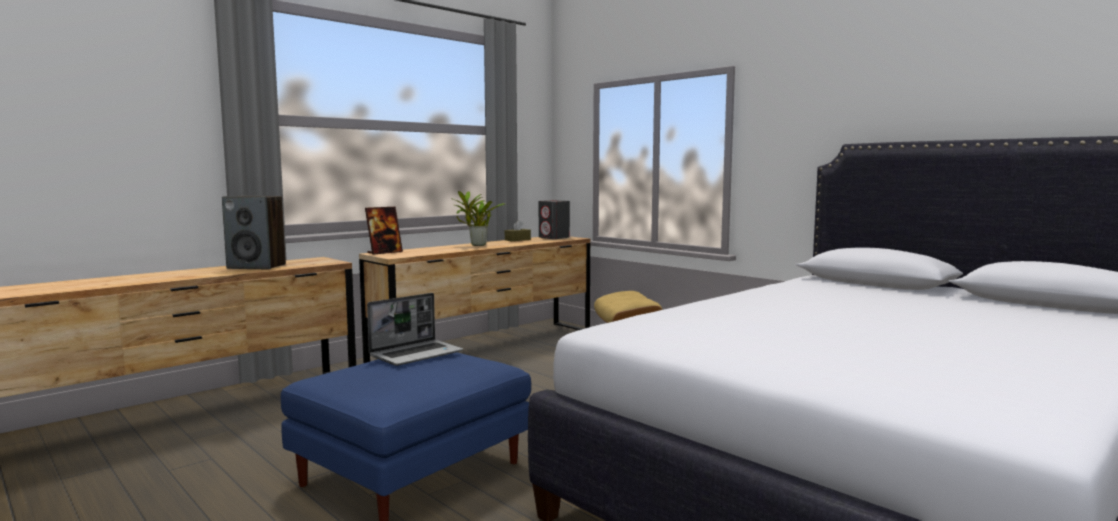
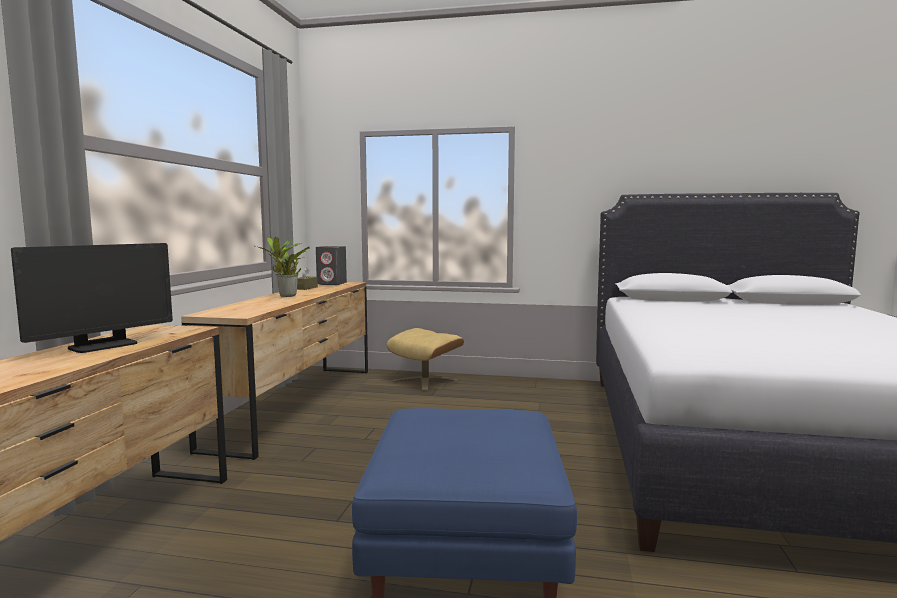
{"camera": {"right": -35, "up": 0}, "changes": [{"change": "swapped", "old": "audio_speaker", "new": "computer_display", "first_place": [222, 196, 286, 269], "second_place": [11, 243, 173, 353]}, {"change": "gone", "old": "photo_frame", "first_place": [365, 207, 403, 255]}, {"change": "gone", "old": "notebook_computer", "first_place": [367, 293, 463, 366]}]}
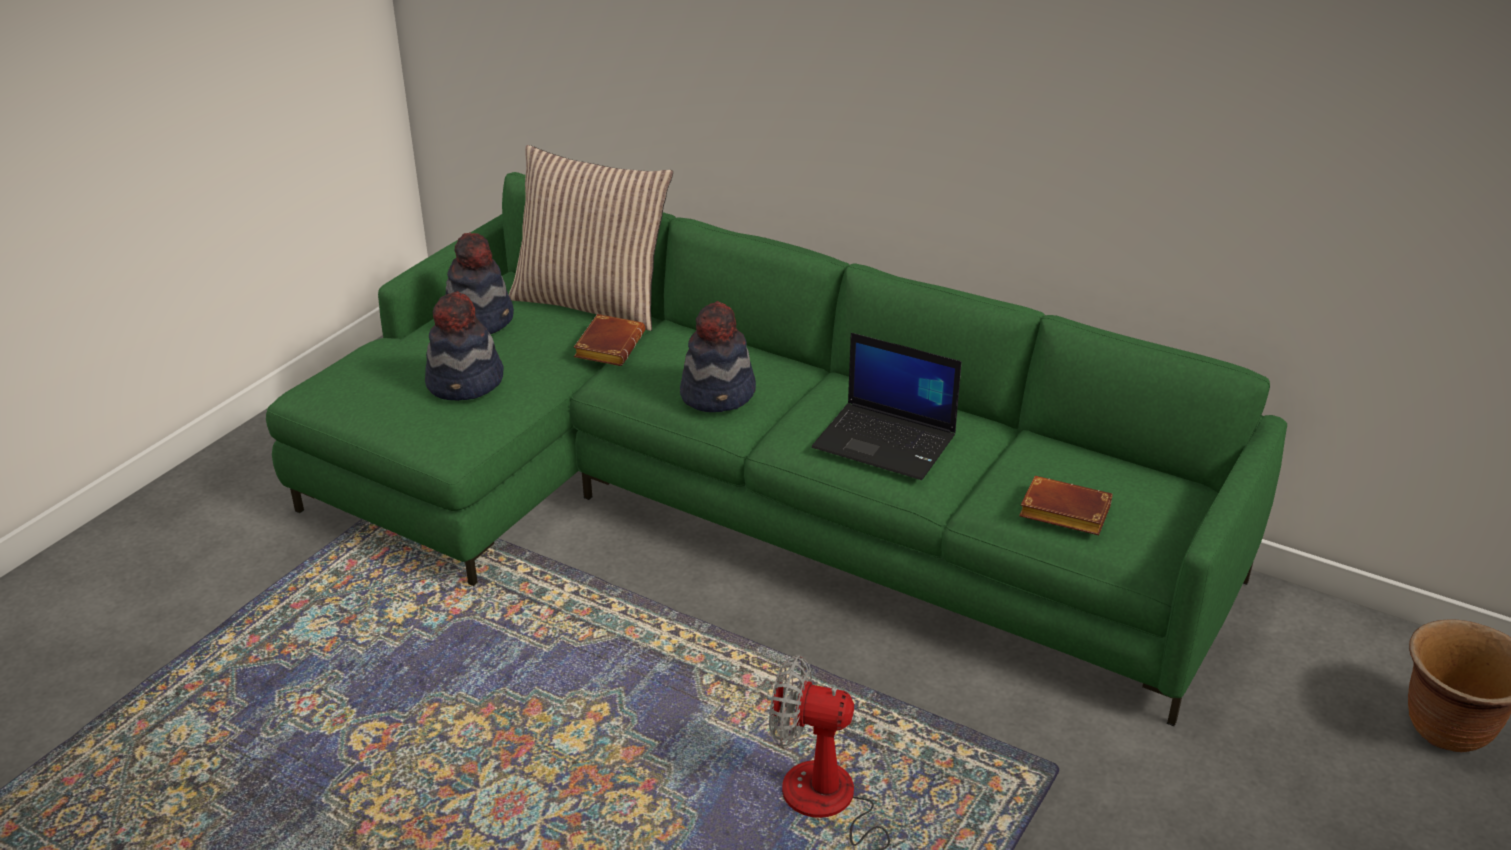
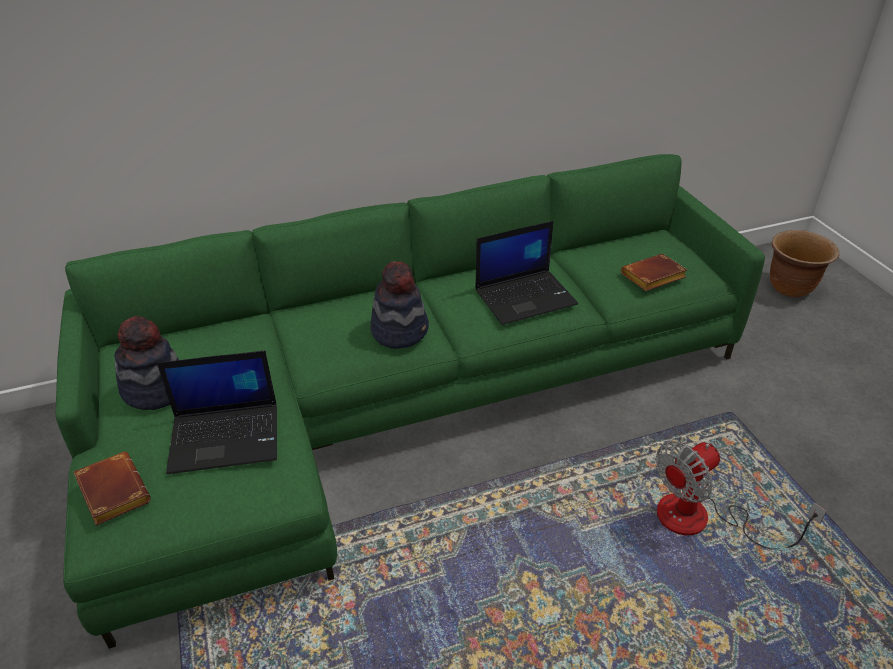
{"camera": {"right": -50, "up": 5}, "changes": [{"change": "swapped", "old": "hat", "new": "notebook_computer", "first_place": [425, 291, 503, 401], "second_place": [157, 351, 277, 474]}, {"change": "gone", "old": "pillow", "first_place": [509, 145, 673, 331]}, {"change": "shifted", "old": "brownish_bound_book", "first_place": [574, 314, 645, 366], "second_place": [74, 452, 151, 526]}]}
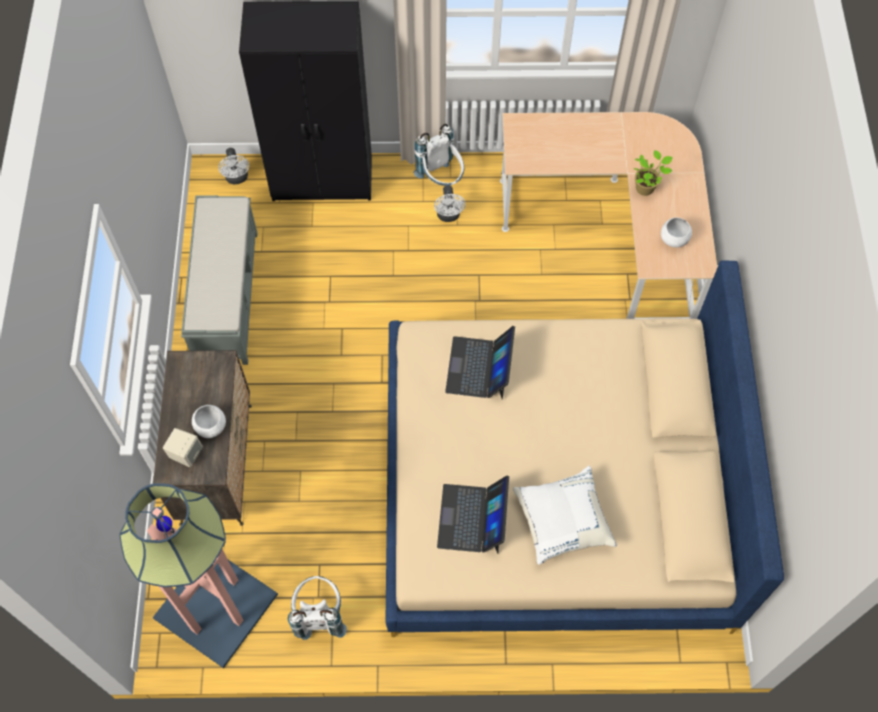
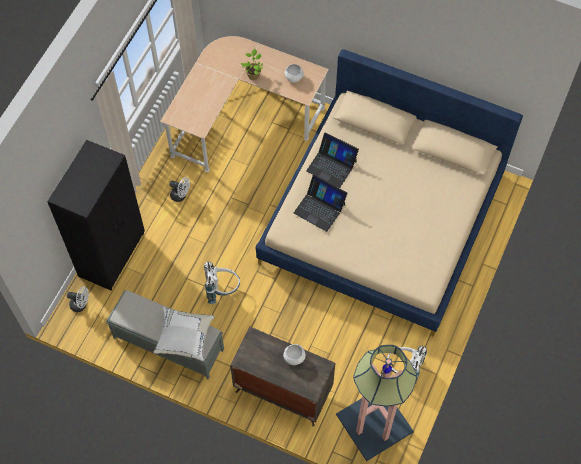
{"camera": {"right": -65, "up": 0}, "changes": [{"change": "gone", "old": "sand-coloured_audio_speaker", "first_place": [163, 428, 203, 467]}, {"change": "shifted", "old": "white-coloured_backpack", "first_place": [414, 124, 464, 186], "second_place": [204, 262, 240, 304]}, {"change": "shifted", "old": "notebook_computer", "first_place": [437, 475, 509, 554], "second_place": [306, 132, 359, 188]}, {"change": "shifted", "old": "white-coloured_pillow", "first_place": [513, 466, 617, 565], "second_place": [153, 307, 215, 361]}]}
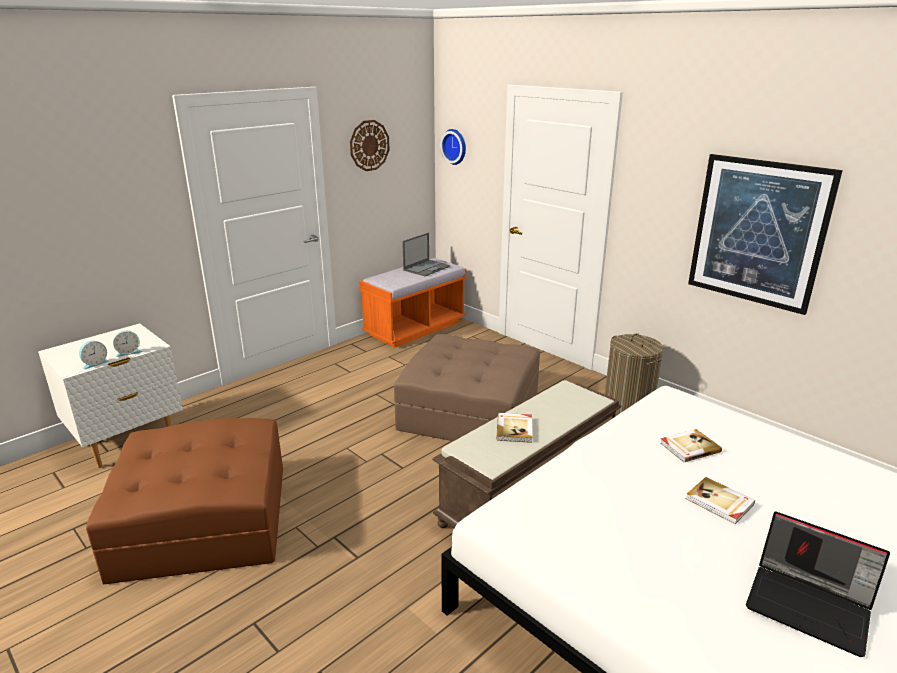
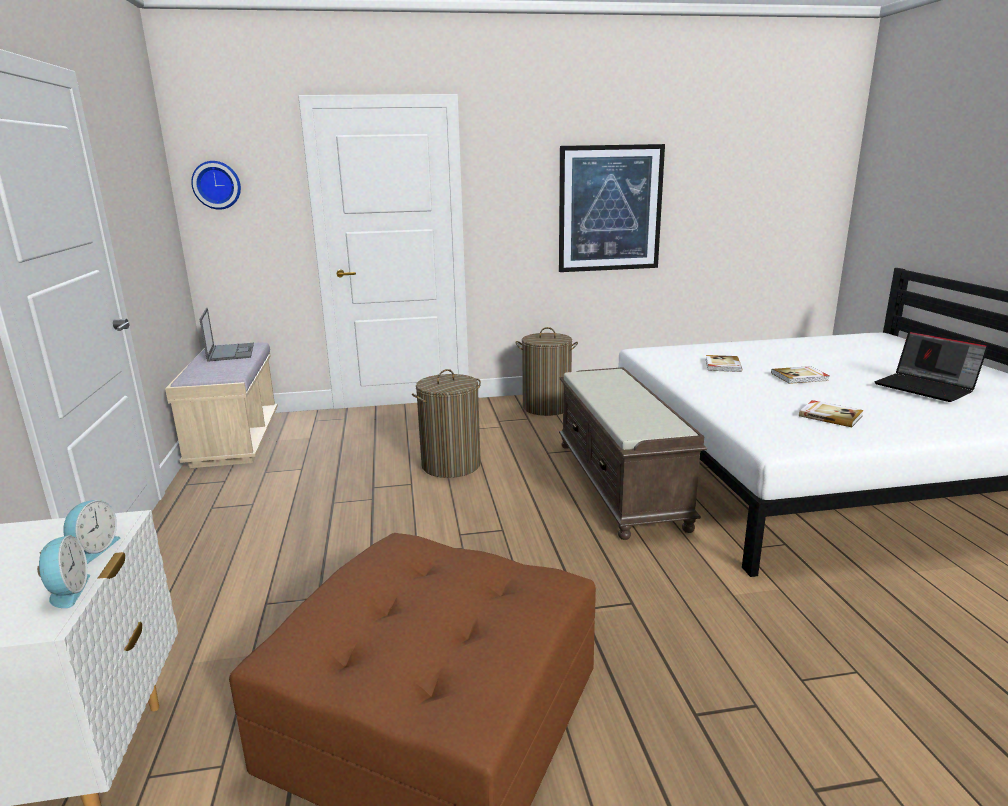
{"camera": {"right": -55, "up": -5}, "changes": [{"change": "gone", "old": "wall_clock", "first_place": [350, 120, 390, 171]}, {"change": "repainted", "old": "orangey_long_seat", "new": "sand-coloured_long_seat", "first_place": [359, 258, 466, 347], "second_place": [165, 343, 278, 468]}, {"change": "swapped", "old": "brownish_footrest", "new": "laundry_basket", "first_place": [394, 334, 540, 441], "second_place": [412, 369, 481, 478]}, {"change": "shifted", "old": "bound_book", "first_place": [496, 413, 532, 443], "second_place": [799, 400, 864, 427]}, {"change": "rotated", "old": "notebook_computer", "first_place": [746, 512, 890, 657], "second_place": [874, 331, 989, 402], "degrees": 75}]}
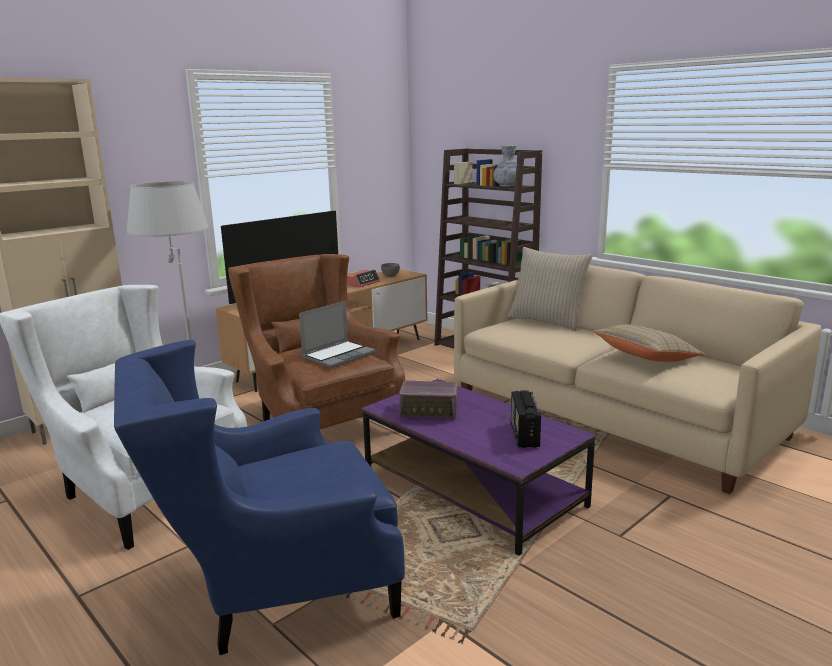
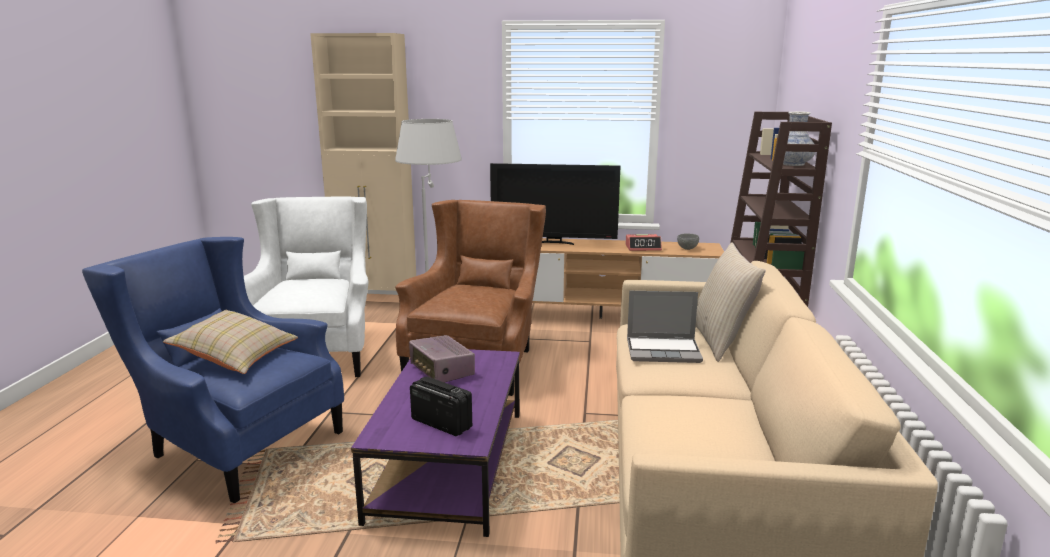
{"camera": {"right": 50, "up": 0}, "changes": [{"change": "shifted", "old": "notebook_computer", "first_place": [299, 301, 376, 368], "second_place": [627, 291, 703, 363]}, {"change": "rotated", "old": "radio_set", "first_place": [511, 390, 541, 448], "second_place": [410, 376, 472, 436], "degrees": 75}, {"change": "shifted", "old": "sand-coloured_pillow", "first_place": [593, 324, 705, 362], "second_place": [163, 310, 298, 374]}]}
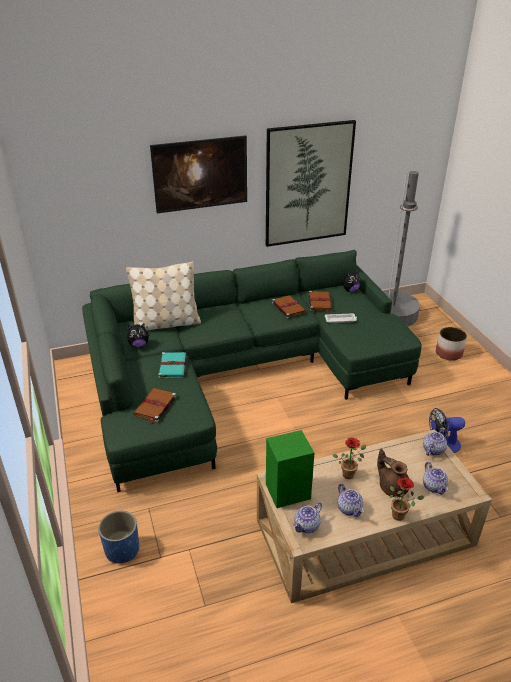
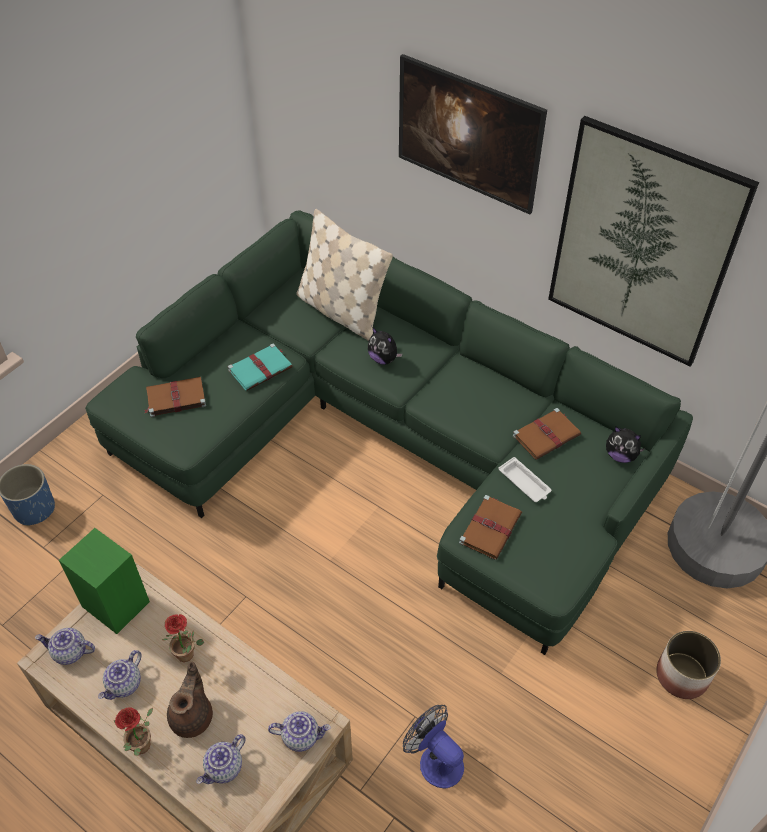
{"camera": {"right": 55, "up": 15}, "changes": [{"change": "shifted", "old": "soft_toy", "first_place": [127, 324, 150, 347], "second_place": [368, 327, 403, 365]}, {"change": "shifted", "old": "brownish_bound_book", "first_place": [272, 295, 307, 319], "second_place": [459, 495, 522, 560]}]}
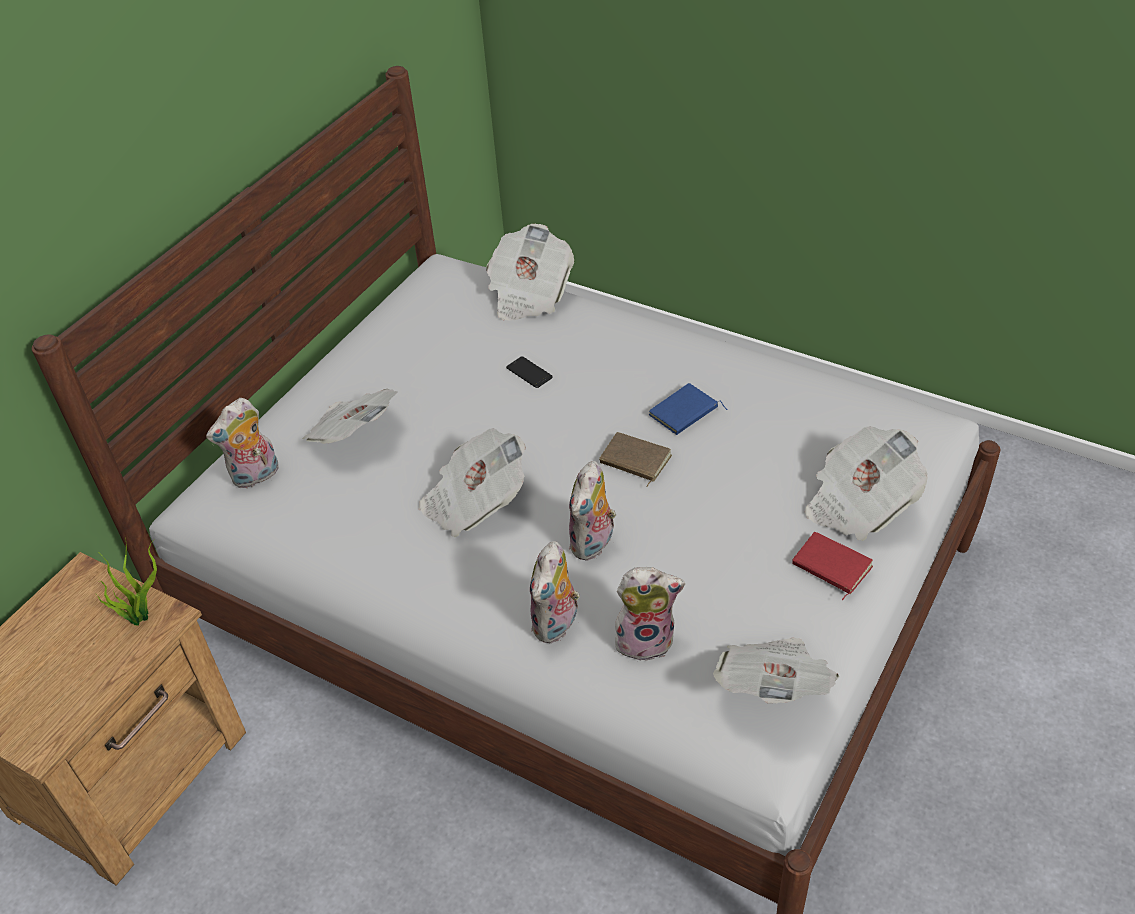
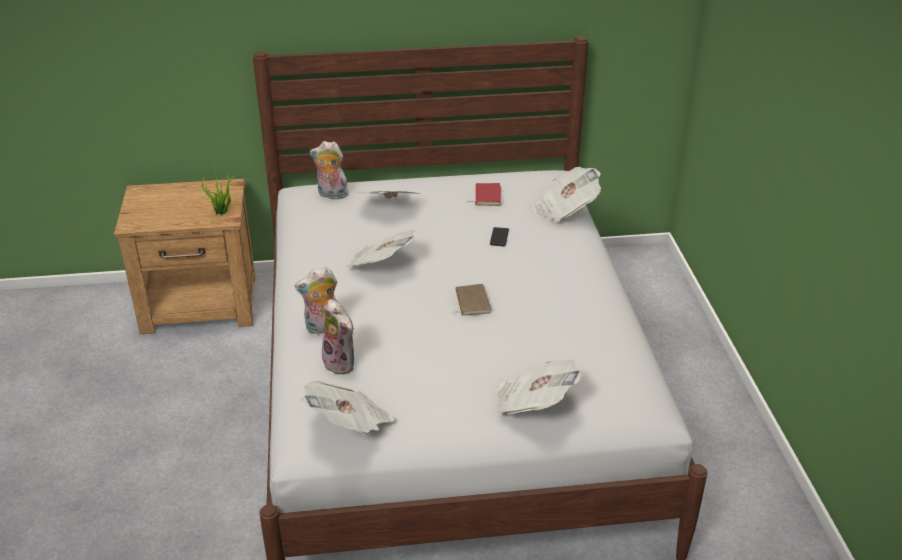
{"camera": {"right": 50, "up": -10}, "changes": [{"change": "gone", "old": "soft_toy", "first_place": [569, 461, 616, 561]}, {"change": "gone", "old": "blue-coloured_bound_book", "first_place": [649, 383, 727, 435]}, {"change": "shifted", "old": "red-coloured_bound_book", "first_place": [792, 532, 873, 601], "second_place": [468, 183, 501, 206]}]}
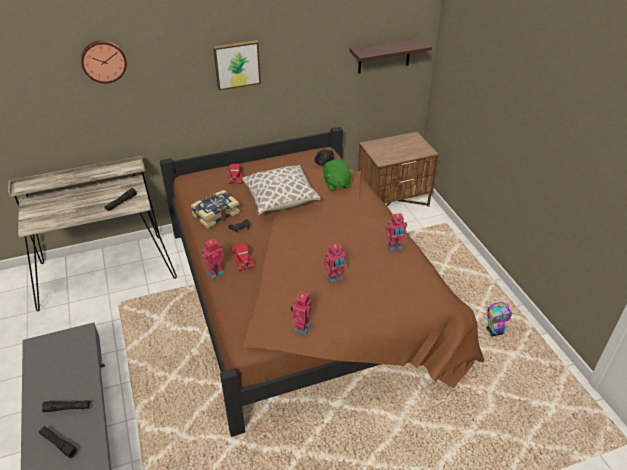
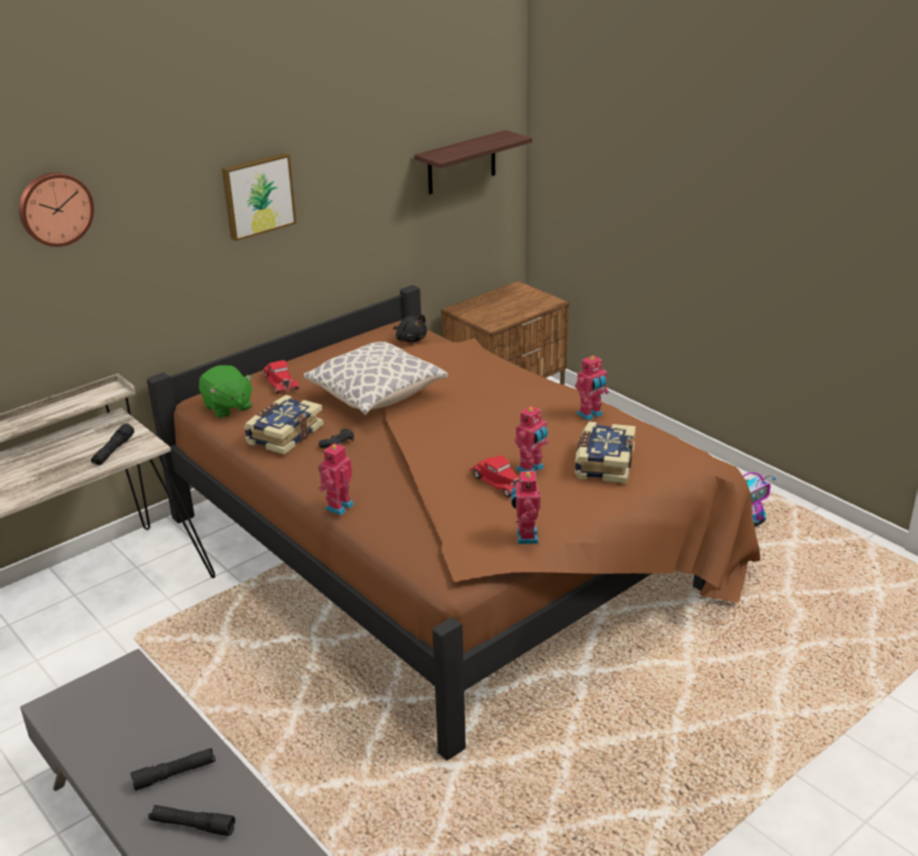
{"camera": {"right": -20, "up": -10}, "changes": [{"change": "shifted", "old": "red-coloured_miniature_car", "first_place": [231, 243, 255, 271], "second_place": [470, 456, 520, 497]}, {"change": "shifted", "old": "greenish_soft_toy", "first_place": [323, 160, 354, 191], "second_place": [199, 365, 253, 418]}, {"change": "new", "new": "bound_book", "second_place": [575, 421, 636, 484]}]}
